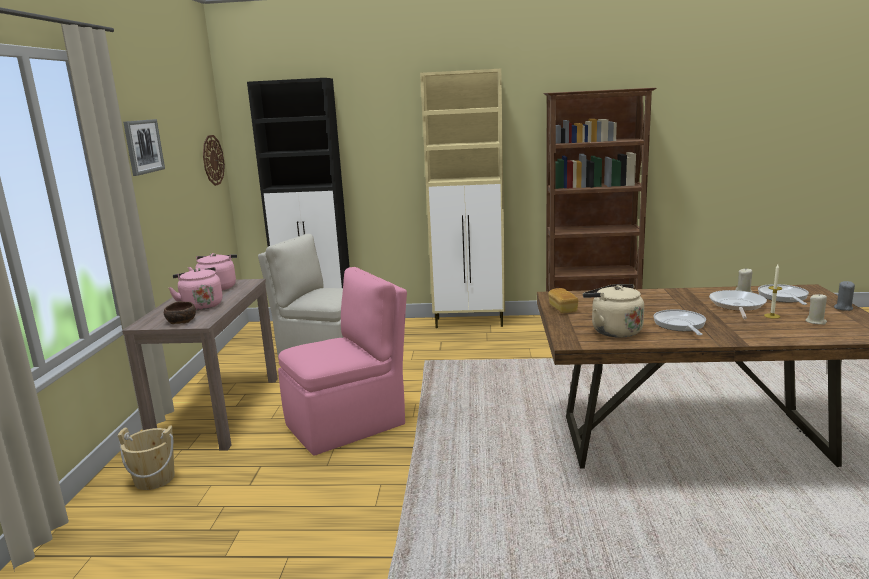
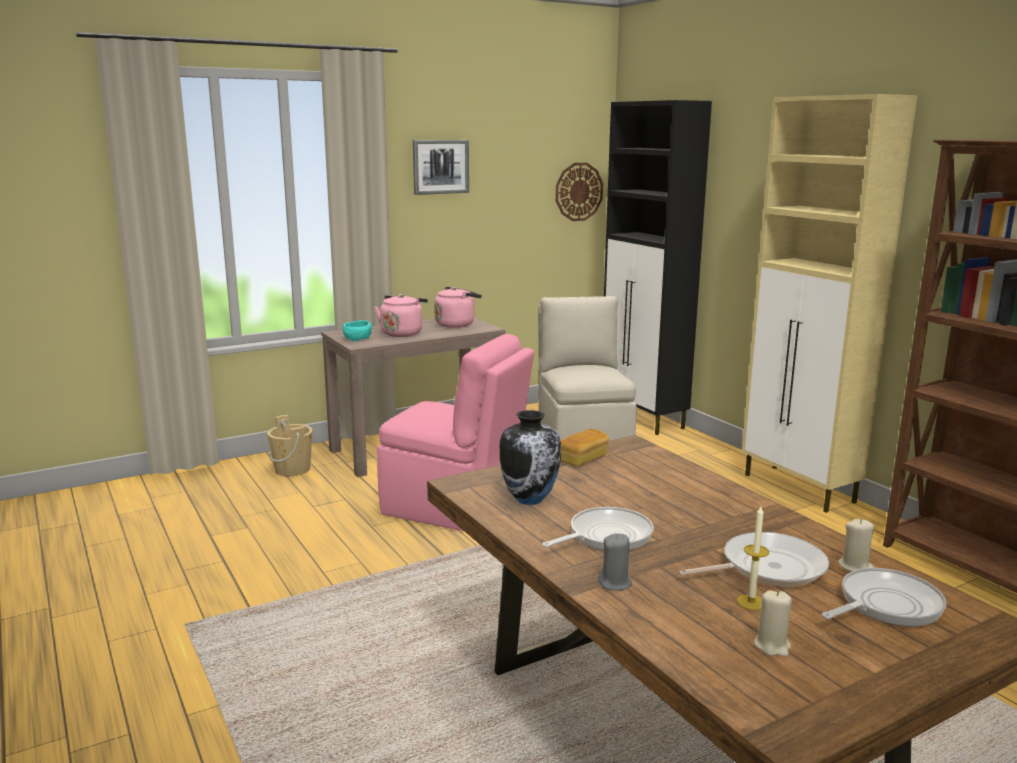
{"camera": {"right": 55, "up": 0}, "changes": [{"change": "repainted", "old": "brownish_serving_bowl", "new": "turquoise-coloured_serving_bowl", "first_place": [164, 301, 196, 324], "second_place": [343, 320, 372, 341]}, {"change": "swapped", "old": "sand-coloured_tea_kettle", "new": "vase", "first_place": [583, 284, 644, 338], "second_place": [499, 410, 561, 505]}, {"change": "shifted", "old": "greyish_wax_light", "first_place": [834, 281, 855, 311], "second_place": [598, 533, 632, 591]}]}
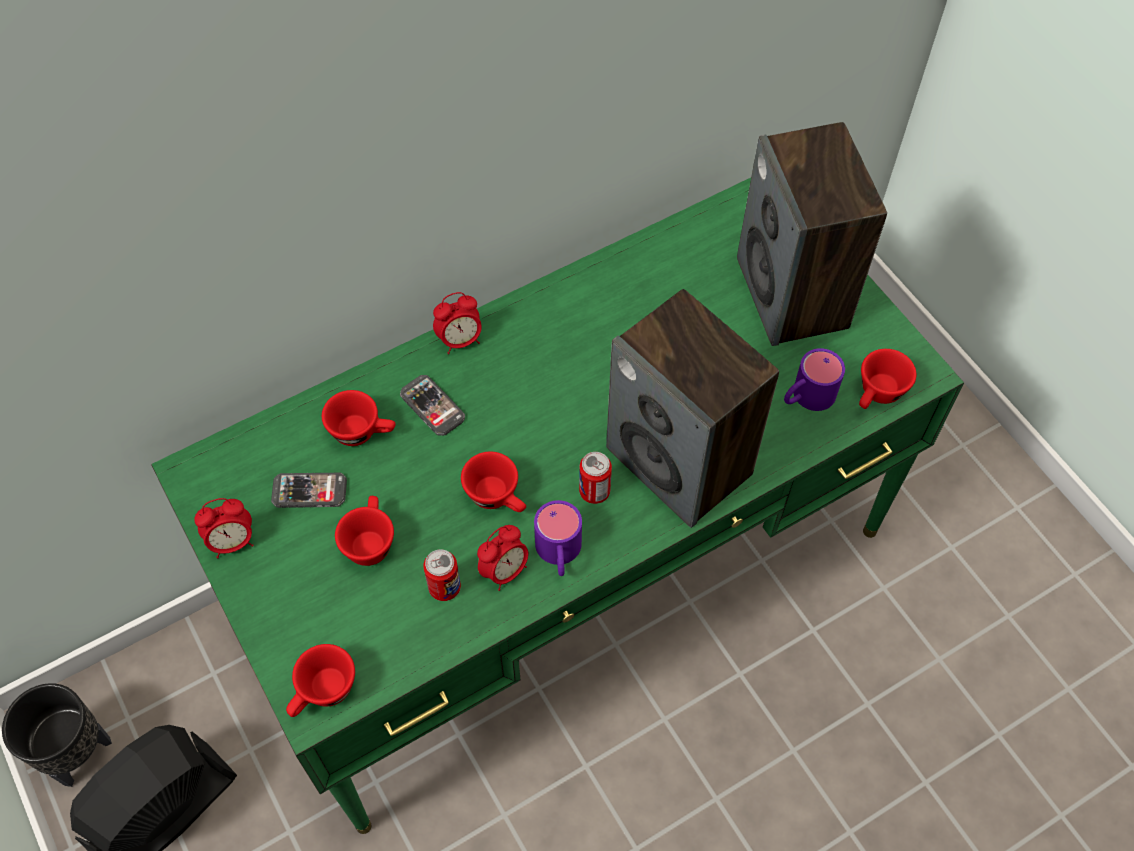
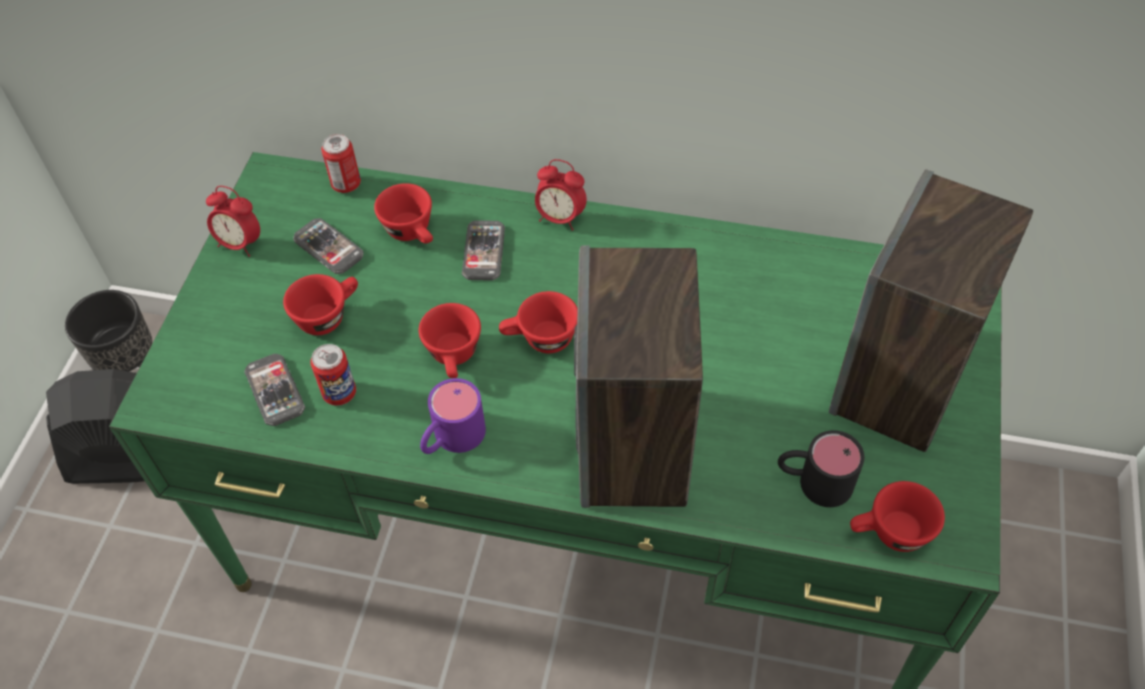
{"camera": {"right": 45, "up": -5}, "changes": [{"change": "shifted", "old": "red-coloured_cup", "first_place": [286, 644, 355, 717], "second_place": [499, 291, 578, 353]}, {"change": "gone", "old": "alarm_clock", "first_place": [477, 525, 529, 591]}, {"change": "shifted", "old": "can", "first_place": [579, 452, 612, 504], "second_place": [321, 134, 361, 193]}, {"change": "repainted", "old": "purple_tea_mug", "new": "black_tea_mug", "first_place": [784, 348, 845, 411], "second_place": [778, 430, 864, 507]}, {"change": "new", "new": "handset", "second_place": [244, 354, 305, 426]}]}
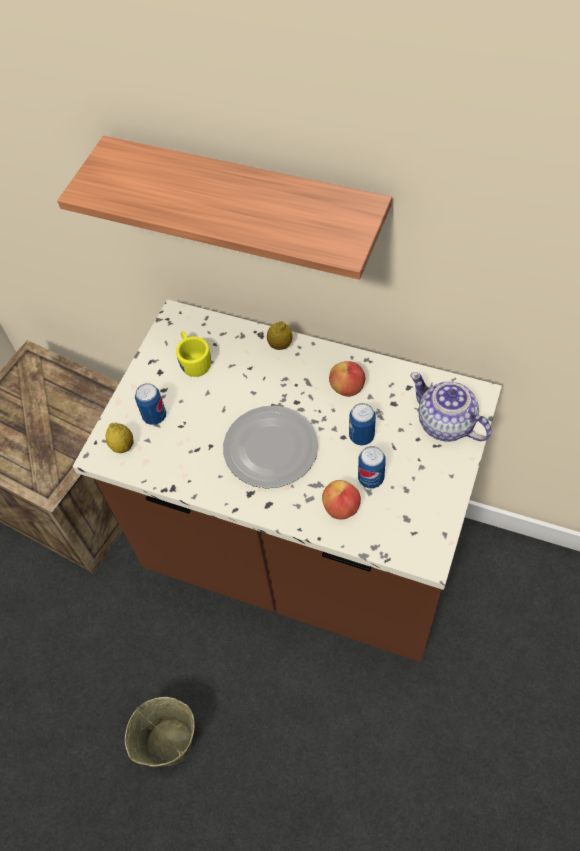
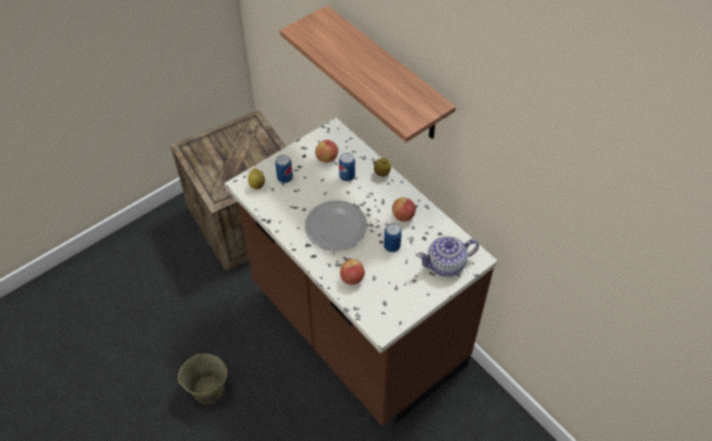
{"camera": {"right": 25, "up": -5}, "changes": [{"change": "swapped", "old": "yellow_tea_mug", "new": "apple_fruit", "first_place": [176, 331, 211, 377], "second_place": [315, 140, 338, 162]}, {"change": "shifted", "old": "can", "first_place": [358, 446, 386, 488], "second_place": [339, 153, 355, 181]}, {"change": "rotated", "old": "pot_for_tea", "first_place": [410, 372, 492, 441], "second_place": [417, 236, 479, 277], "degrees": -90}]}
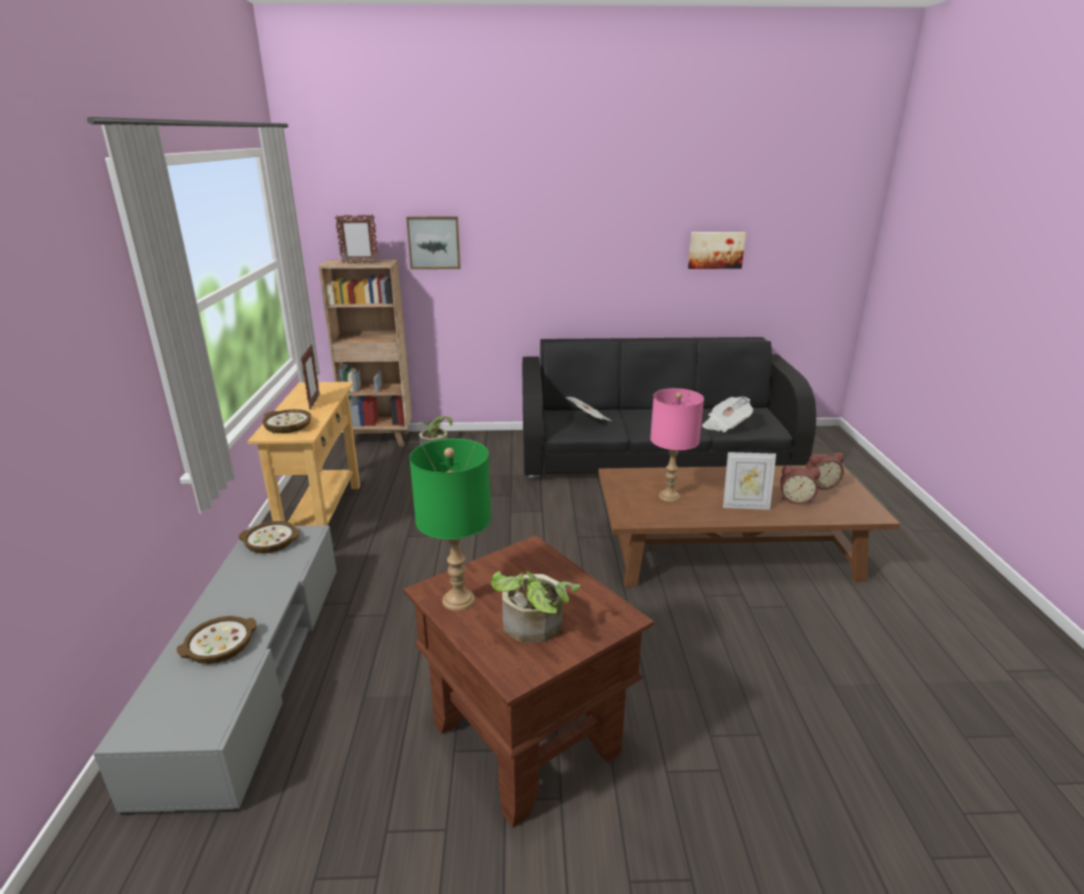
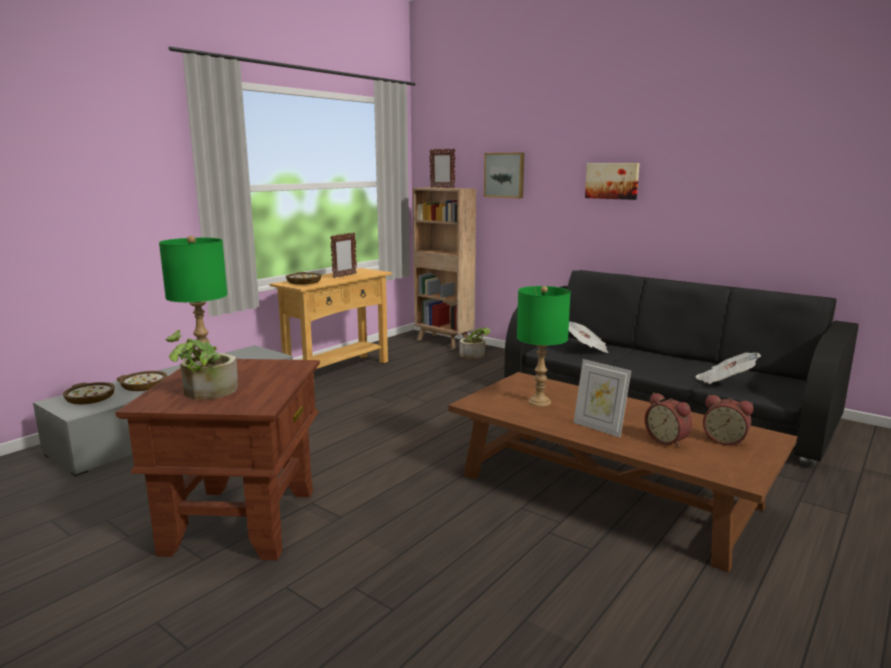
{"camera": {"right": 40, "up": -10}, "changes": [{"change": "shifted", "old": "serving_bowl", "first_place": [239, 521, 300, 554], "second_place": [63, 382, 115, 405]}, {"change": "repainted", "old": "pink-coloured_tabletop_lamp", "new": "greenish_tabletop_lamp", "first_place": [650, 388, 704, 502], "second_place": [517, 286, 571, 407]}, {"change": "shifted", "old": "wall_art", "first_place": [688, 232, 746, 269], "second_place": [585, 163, 640, 200]}]}
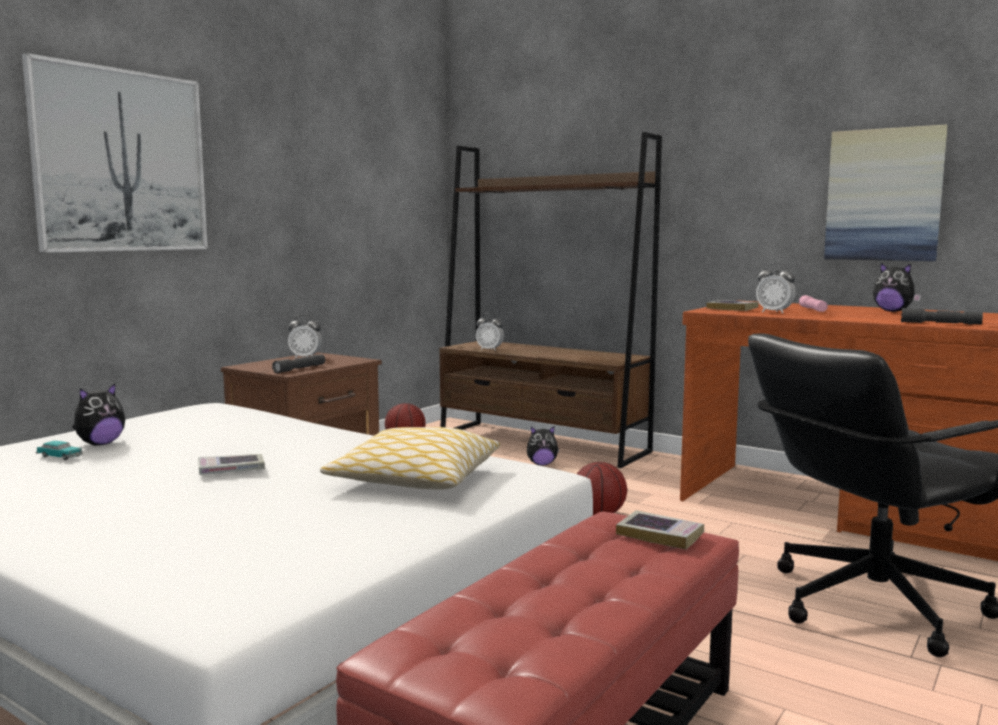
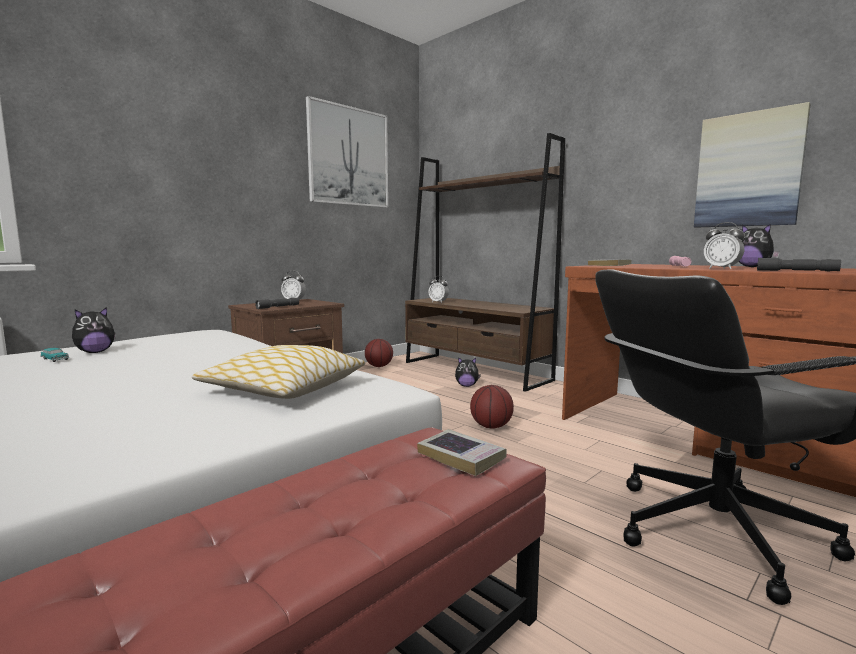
{"camera": {"right": 10, "up": 0}, "changes": [{"change": "shifted", "old": "wall_art", "first_place": [22, 53, 208, 253], "second_place": [306, 96, 388, 208]}, {"change": "gone", "old": "bound_book", "first_place": [198, 454, 265, 475]}, {"change": "shifted", "old": "alarm_clock", "first_place": [756, 263, 796, 314], "second_place": [704, 222, 745, 269]}]}
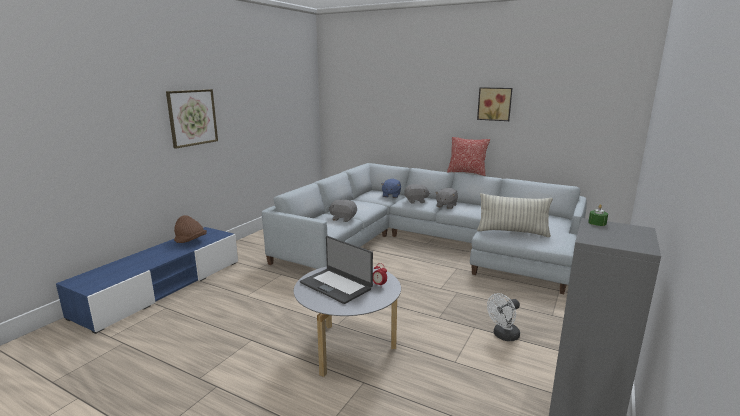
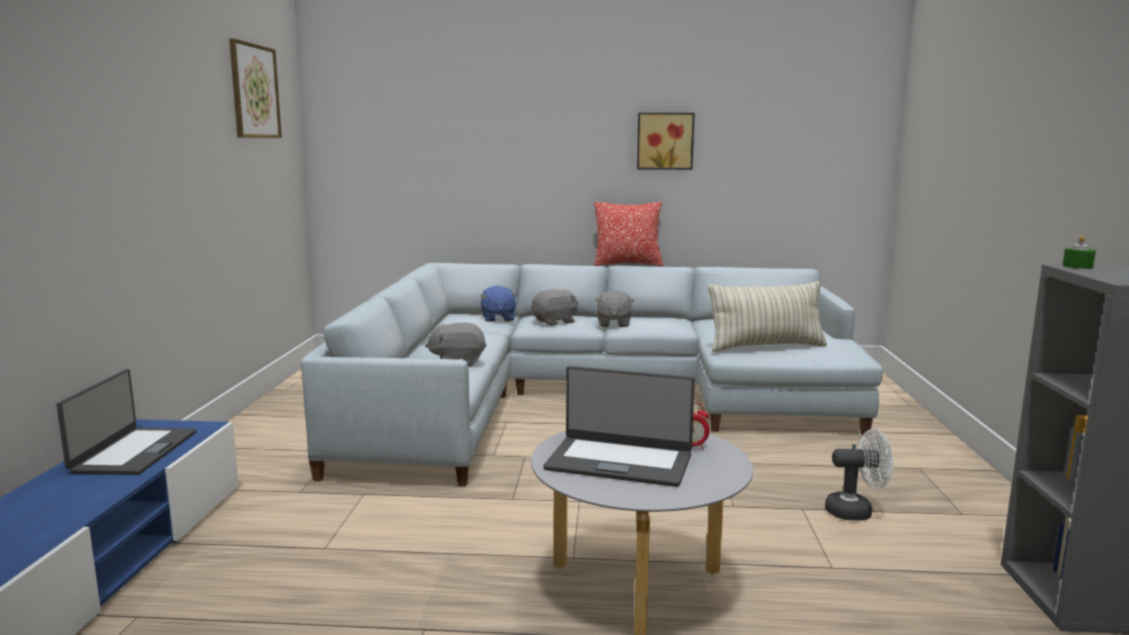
{"camera": {"right": -25, "up": -5}, "changes": [{"change": "shifted", "old": "wall_art", "first_place": [166, 89, 218, 149], "second_place": [229, 39, 282, 138]}, {"change": "swapped", "old": "brownish_hat", "new": "notebook_computer", "first_place": [174, 215, 207, 243], "second_place": [56, 369, 197, 475]}, {"change": "rotated", "old": "white-coloured_cooling_fan", "first_place": [487, 293, 520, 341], "second_place": [825, 429, 893, 521], "degrees": -120}]}
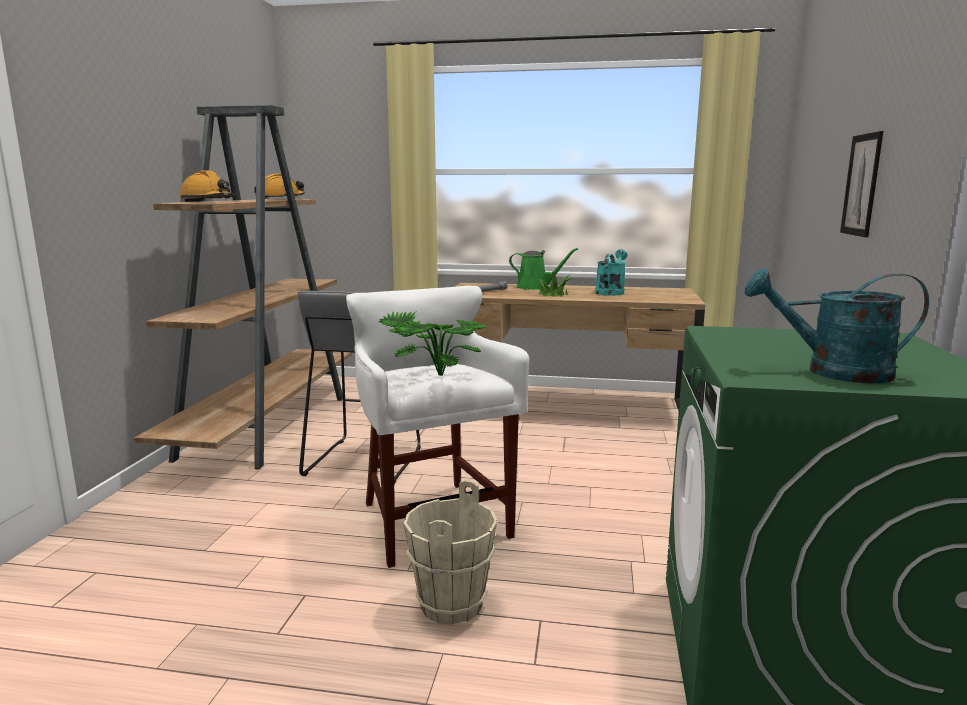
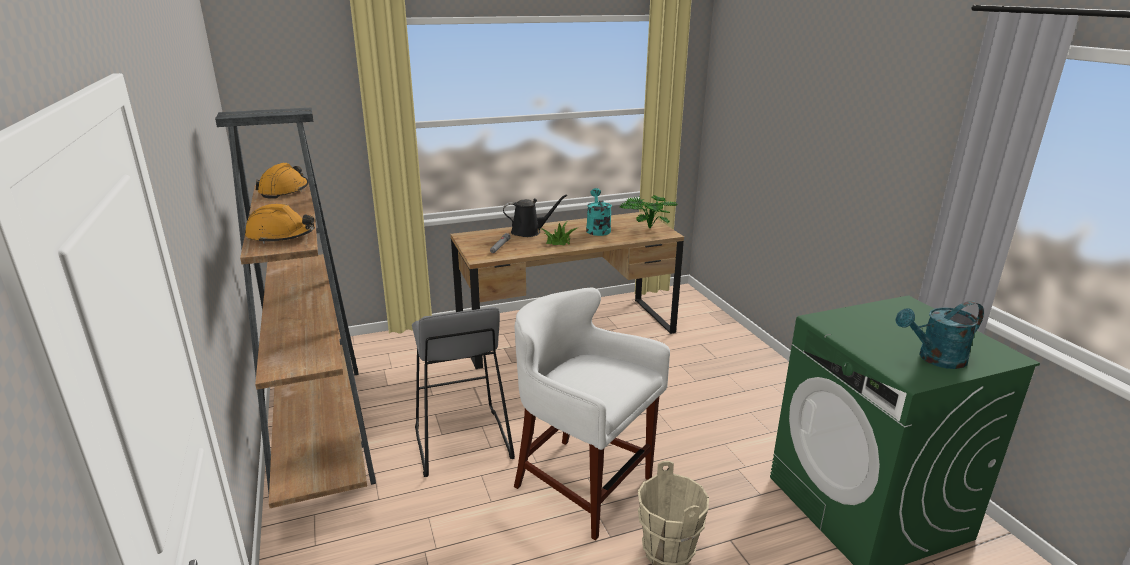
{"camera": {"right": -30, "up": 10}, "changes": [{"change": "shifted", "old": "potted_plant", "first_place": [378, 311, 487, 376], "second_place": [619, 196, 677, 228]}, {"change": "repainted", "old": "greenish_watering_can", "new": "black_watering_can", "first_place": [509, 248, 578, 290], "second_place": [503, 194, 567, 237]}, {"change": "gone", "old": "wall_art", "first_place": [840, 131, 883, 237]}]}
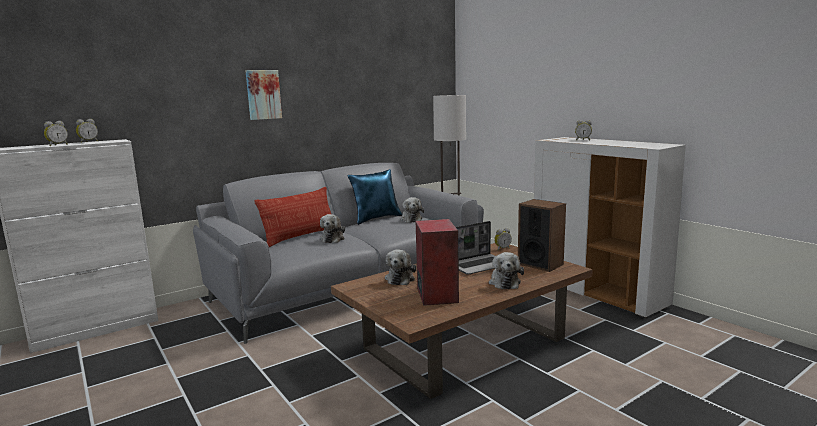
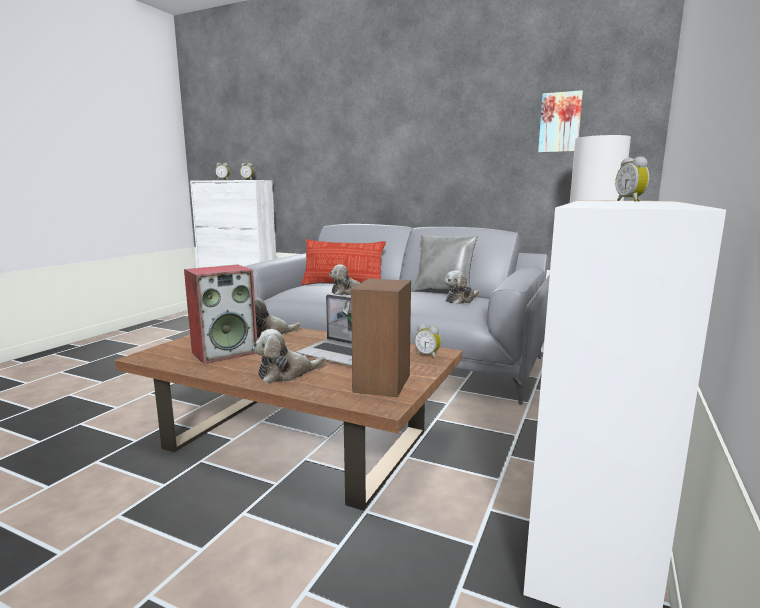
{"camera": {"right": 60, "up": 0}, "changes": [{"change": "shifted", "old": "wall_art", "first_place": [245, 70, 282, 120], "second_place": [538, 90, 583, 153]}, {"change": "repainted", "old": "blue-coloured_pillow", "new": "greyish_pillow", "first_place": [348, 169, 402, 225], "second_place": [412, 234, 478, 291]}]}
